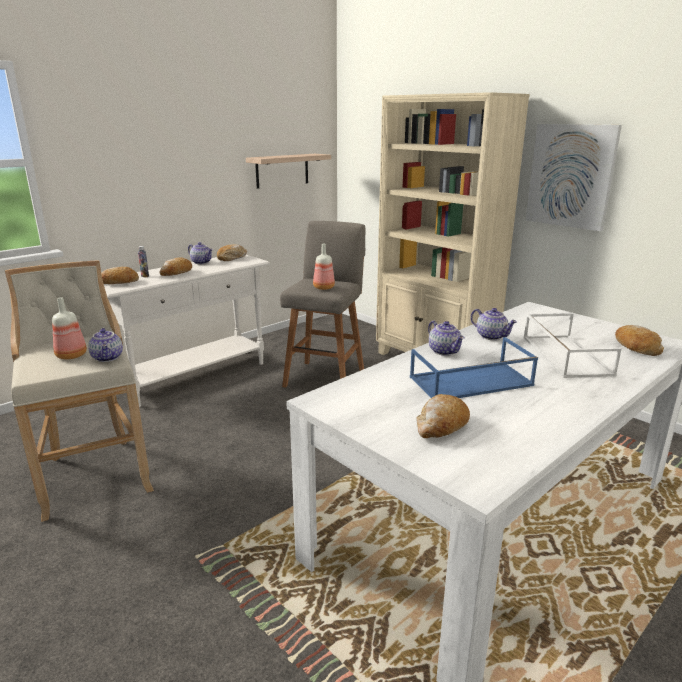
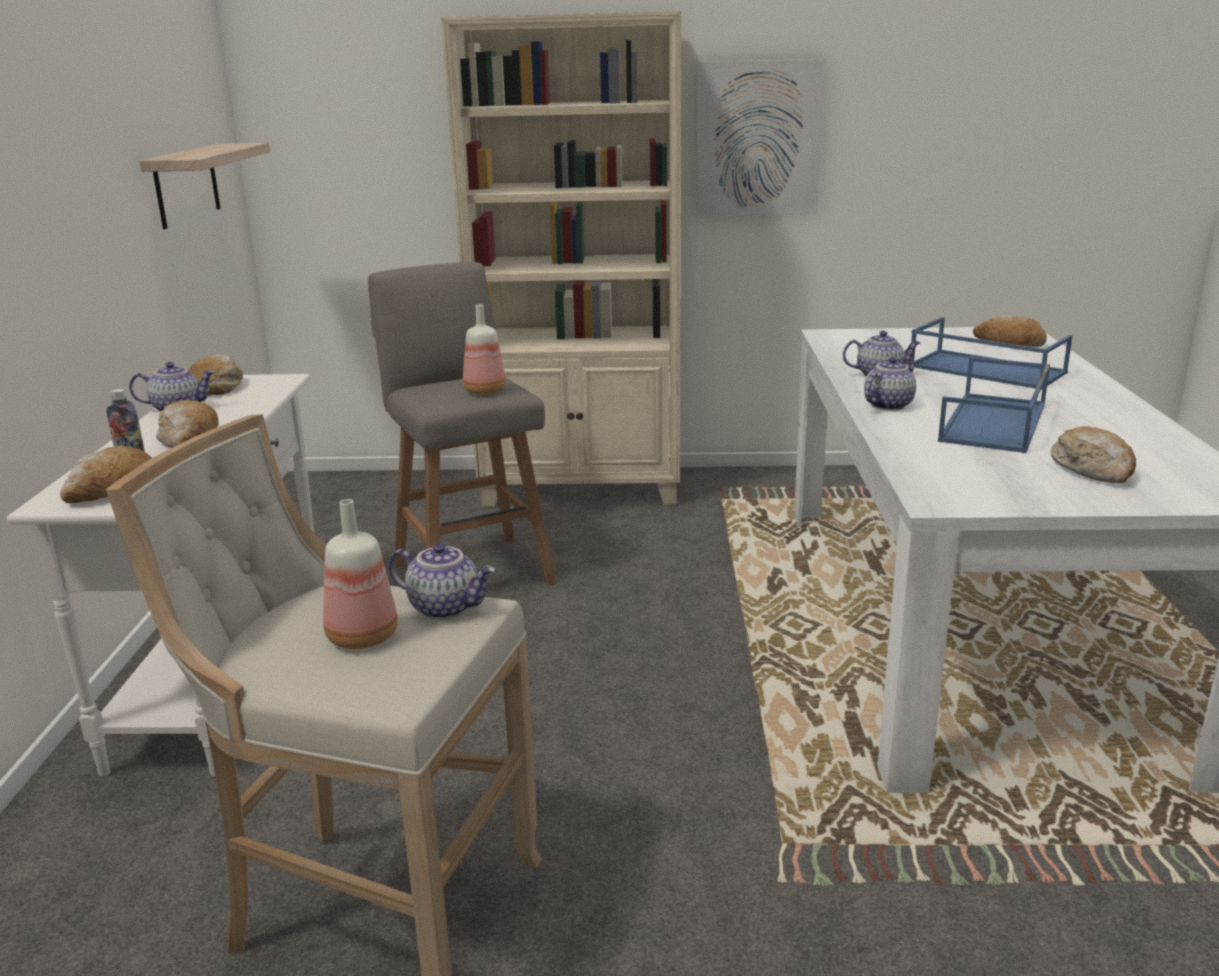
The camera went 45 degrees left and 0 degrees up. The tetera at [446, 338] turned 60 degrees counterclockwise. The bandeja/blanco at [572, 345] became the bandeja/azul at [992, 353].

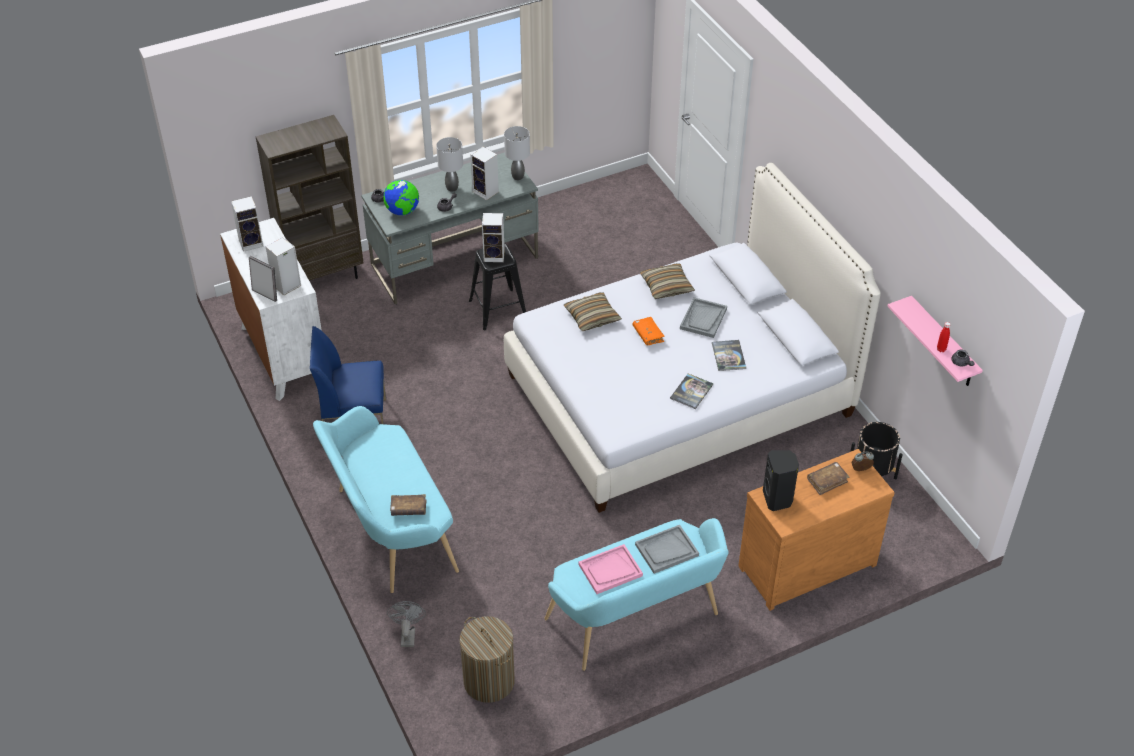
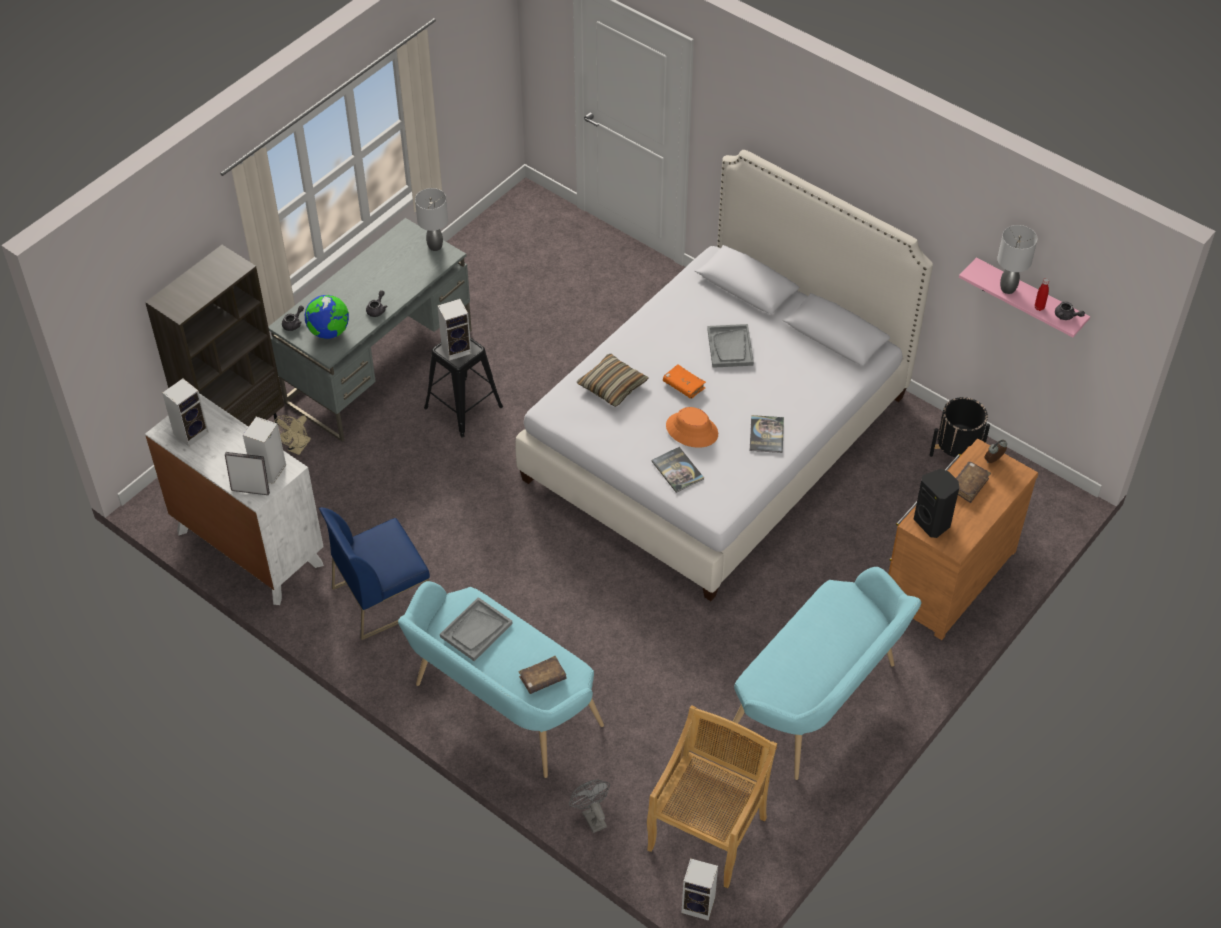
The camera went 25 degrees left and 5 degrees up. The ventilador/beis at [292, 435] appeared. The bandeja/gris moved from [667, 549] to [476, 629]. The cesto de la ropa at [487, 659] was replaced by the silla/beis at [712, 796]. The libro moved from [729, 355] to [677, 470]. The sombrero/naranja at [692, 427] appeared. The altavoz moved from [485, 173] to [699, 889]. The lámpara de mesa/gris moved from [449, 164] to [1017, 259]. The bandeja/rosa at [611, 569] disappeared. The cojín at [667, 281] disappeared.

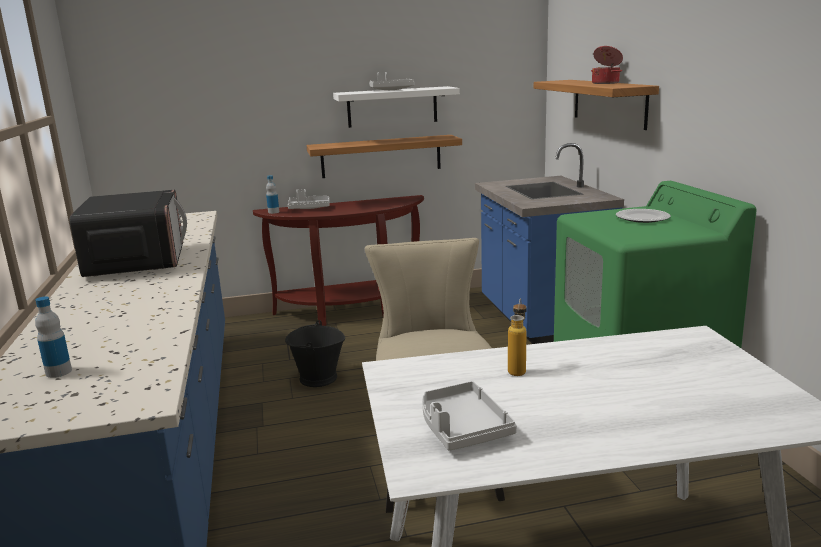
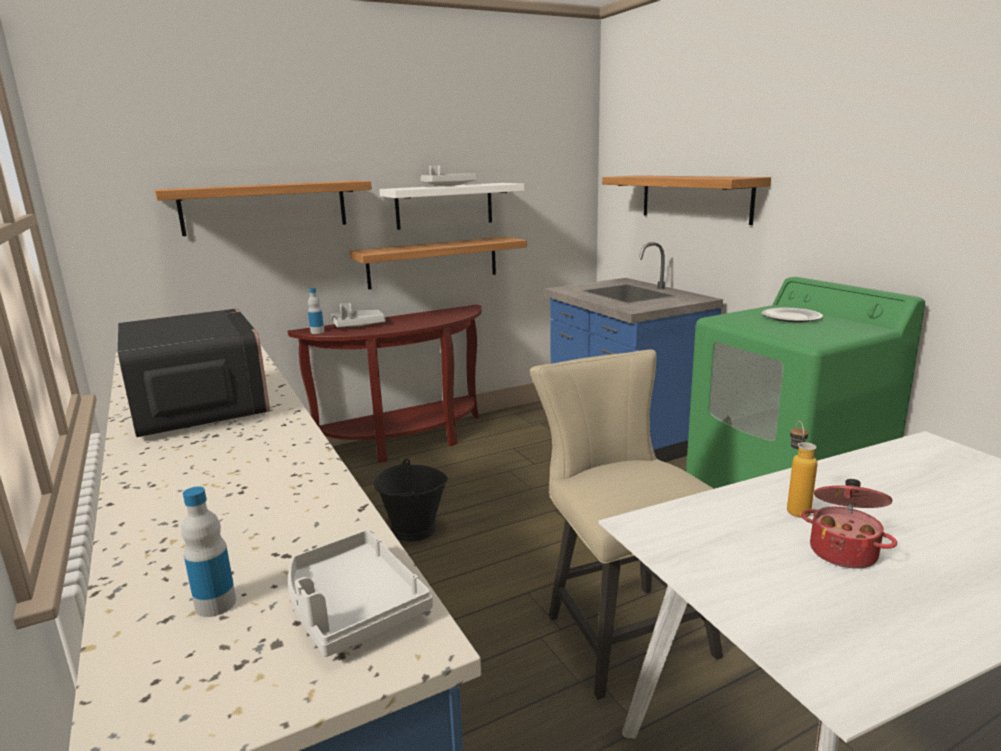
The camera went 15 degrees left and 0 degrees up. The estante at [263, 208] appeared. The bandeja/gris moved from [469, 416] to [360, 593]. The olla moved from [607, 65] to [849, 524].

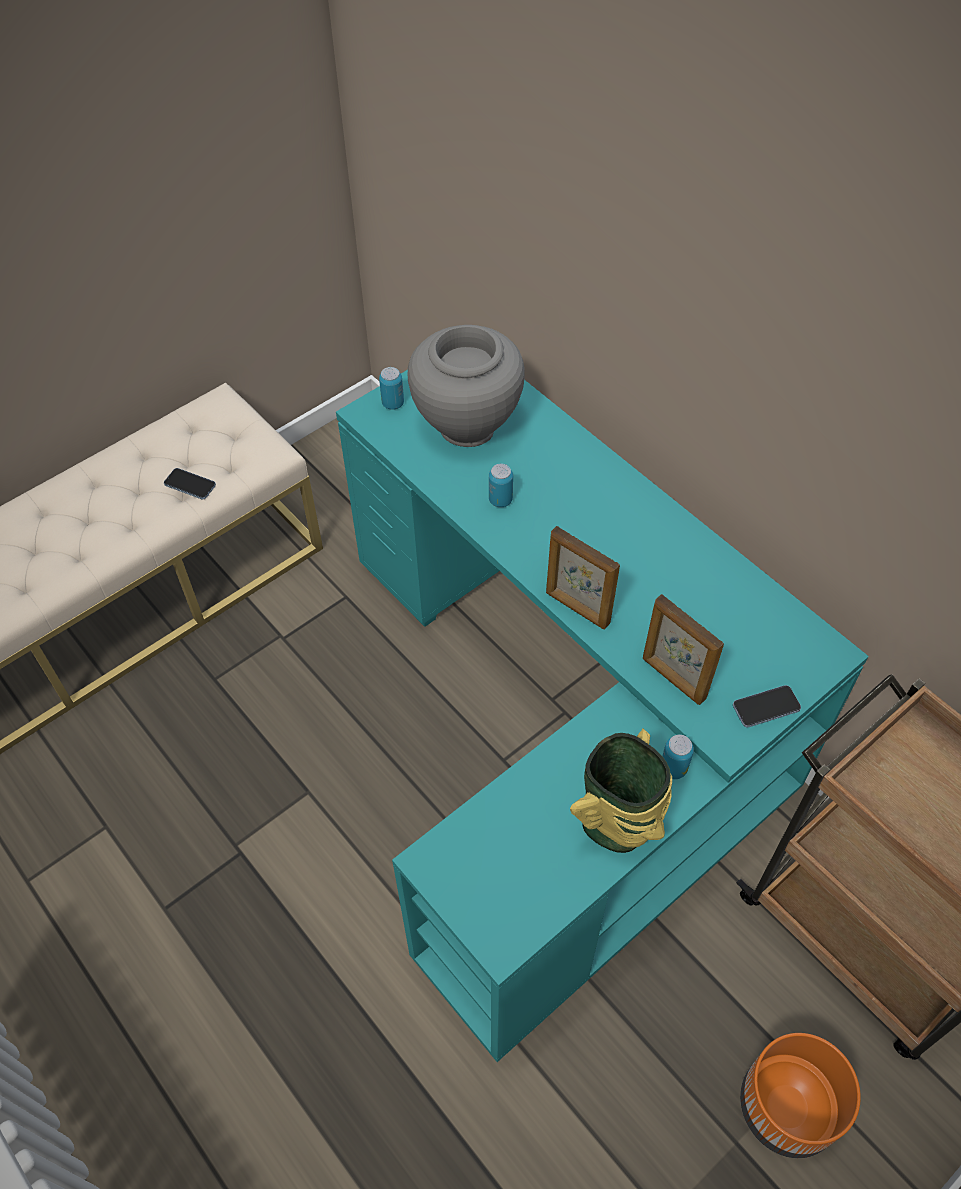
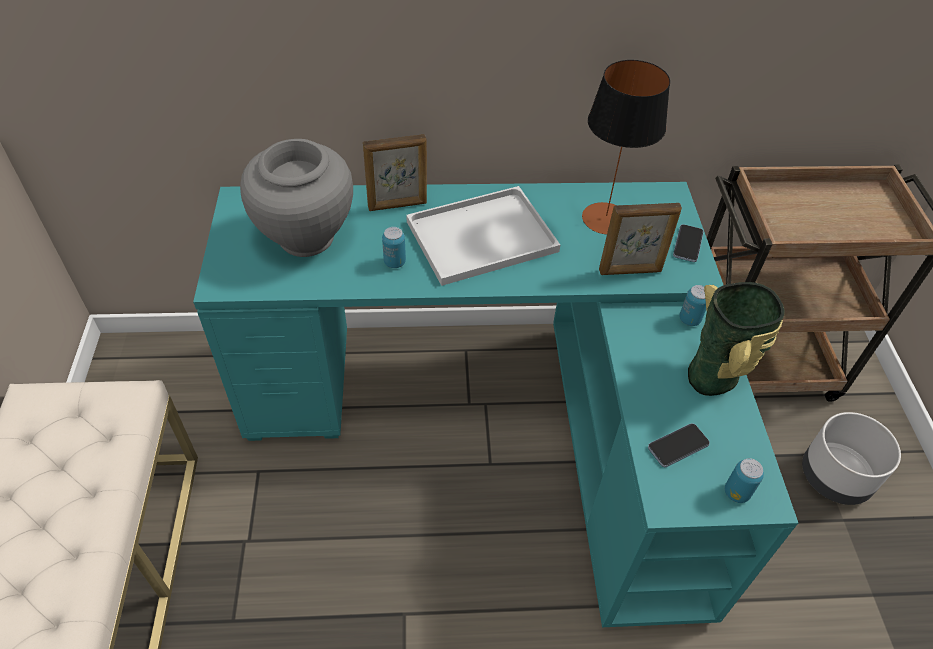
The camera went 55 degrees left and 5 degrees down. The portarretratos moved from [583, 577] to [395, 172]. The bandeja/blanco at [483, 236] appeared. The lámpara de mesa at [626, 147] appeared. The móvil moved from [190, 484] to [679, 445]. The lata moved from [391, 388] to [744, 480]. The maceta/naranja at [800, 1095] became the maceta/gris at [851, 458].

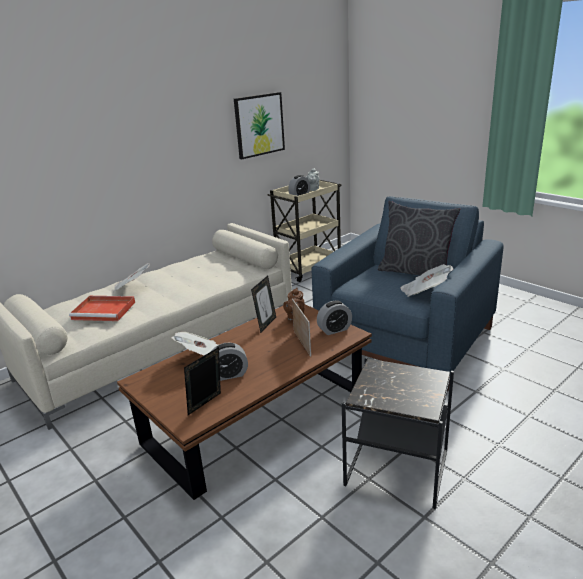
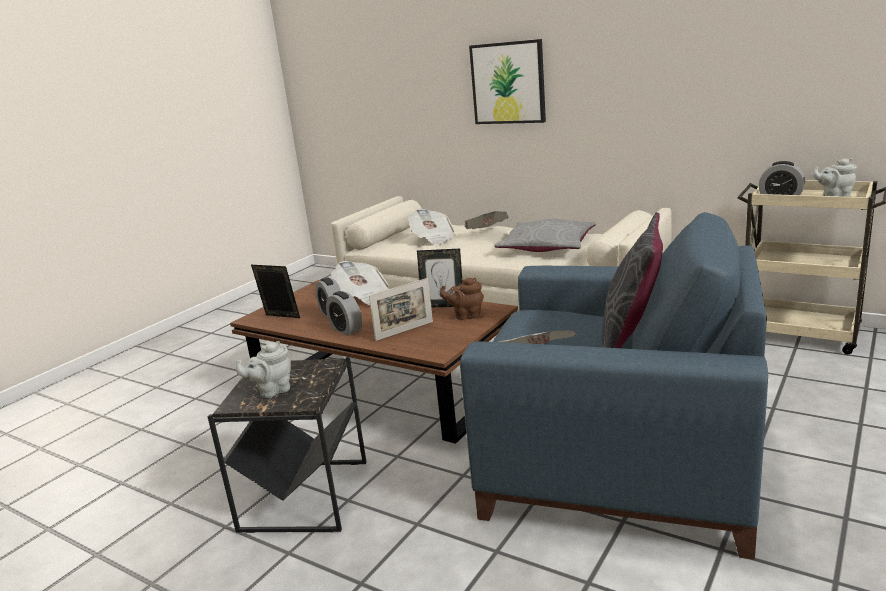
The camera went 75 degrees right and 5 degrees down. The tetera/gris at [263, 369] appeared. The despertador moved from [334, 318] to [344, 313]. The bandeja/rojo at [102, 308] was replaced by the periódico at [432, 227]. The cuadro moved from [259, 125] to [507, 81]. The cojín/gris at [545, 235] appeared.

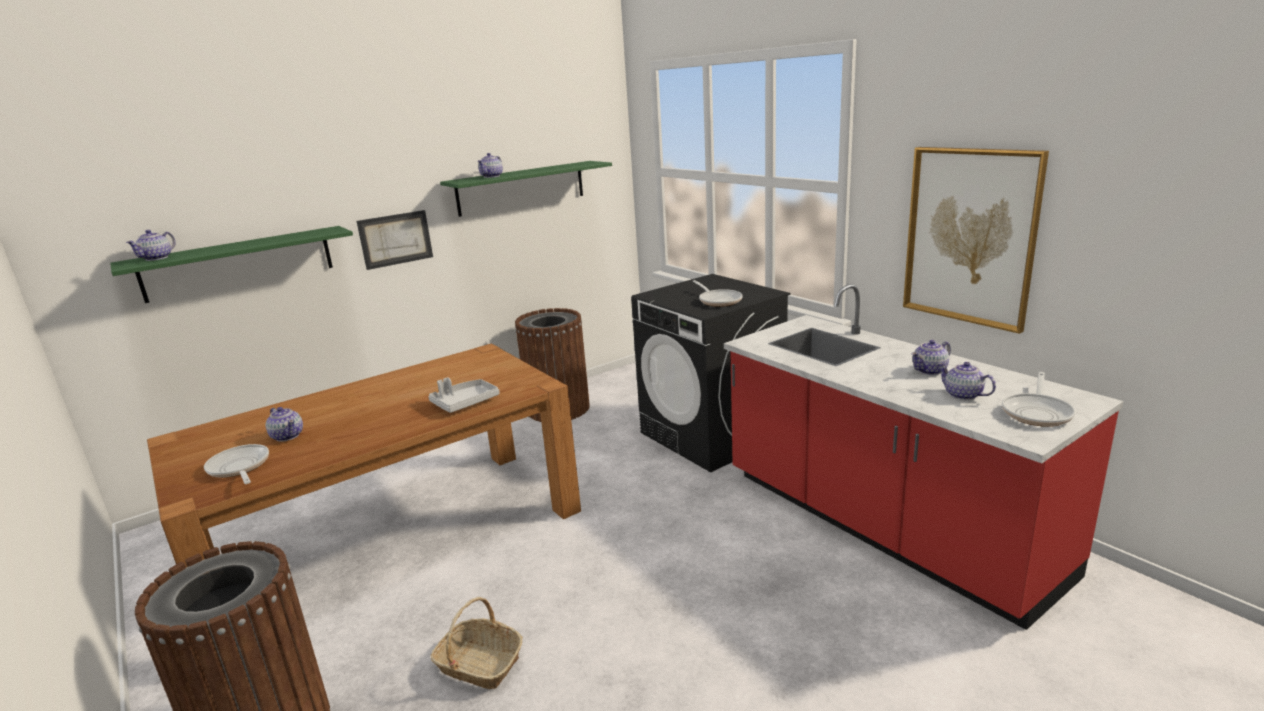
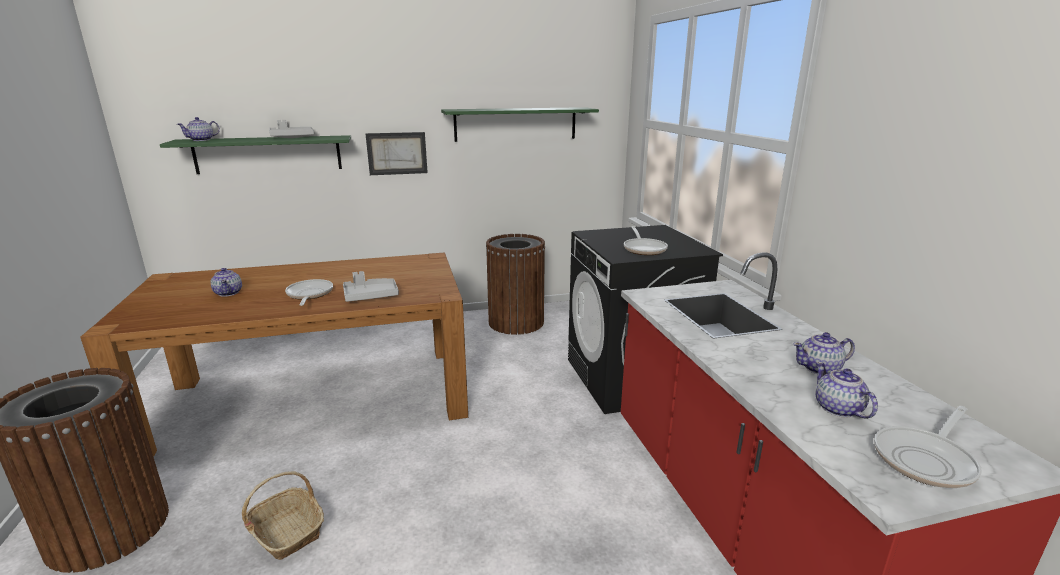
The camera went 20 degrees right and 0 degrees up. The bandeja/gris at [291, 129] appeared. The sartén moved from [236, 464] to [309, 292]. The tetera at [490, 165] disappeared. The cuadro at [976, 240] disappeared.

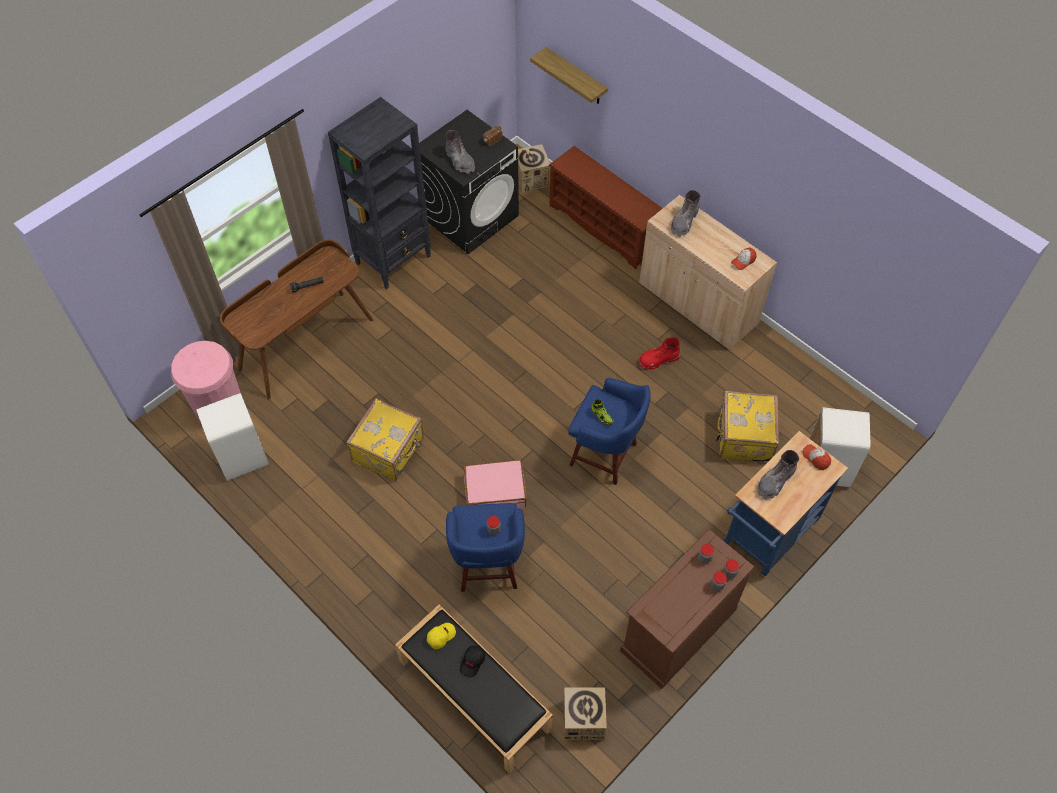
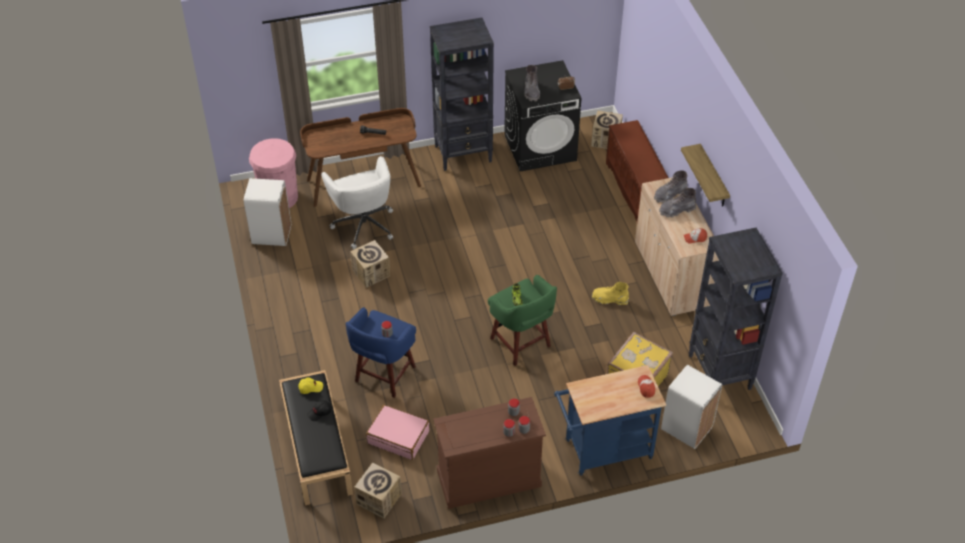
The camera went 30 degrees right and 10 degrees down. The silla de oficina/blanco at [357, 202] appeared. The maleta/amarillo at [385, 440] was replaced by the caja de cartón at [370, 264]. The maleta/rosa moved from [495, 484] to [397, 432]. The taburete/azul at [609, 431] became the taburete/verde at [522, 320]. The bota/rojo at [659, 353] became the bota/amarillo at [610, 294]. The bota/gris moved from [778, 474] to [677, 203]. The estante moved from [569, 75] to [705, 175]. The estantería/negro at [736, 309] appeared.

